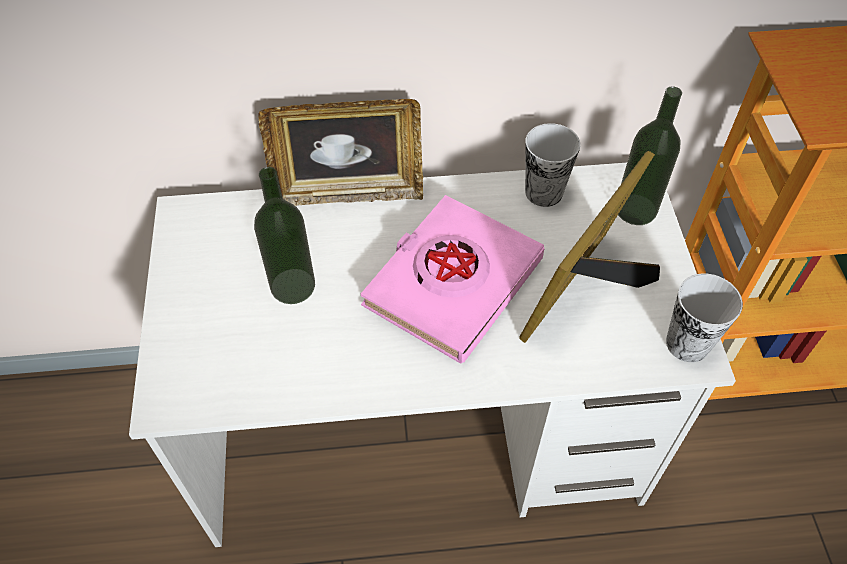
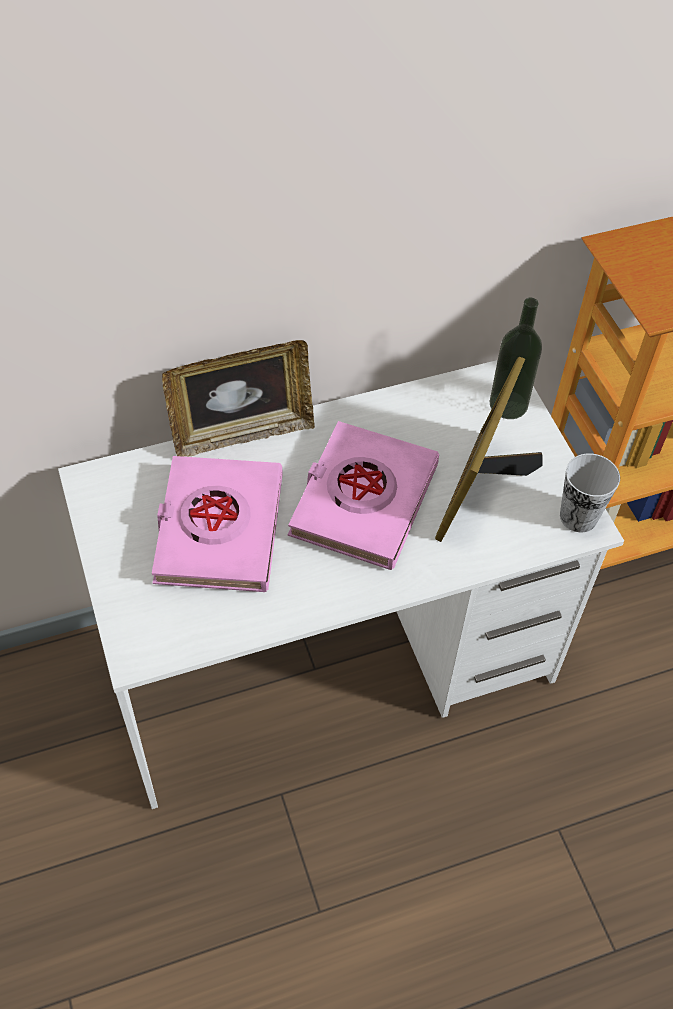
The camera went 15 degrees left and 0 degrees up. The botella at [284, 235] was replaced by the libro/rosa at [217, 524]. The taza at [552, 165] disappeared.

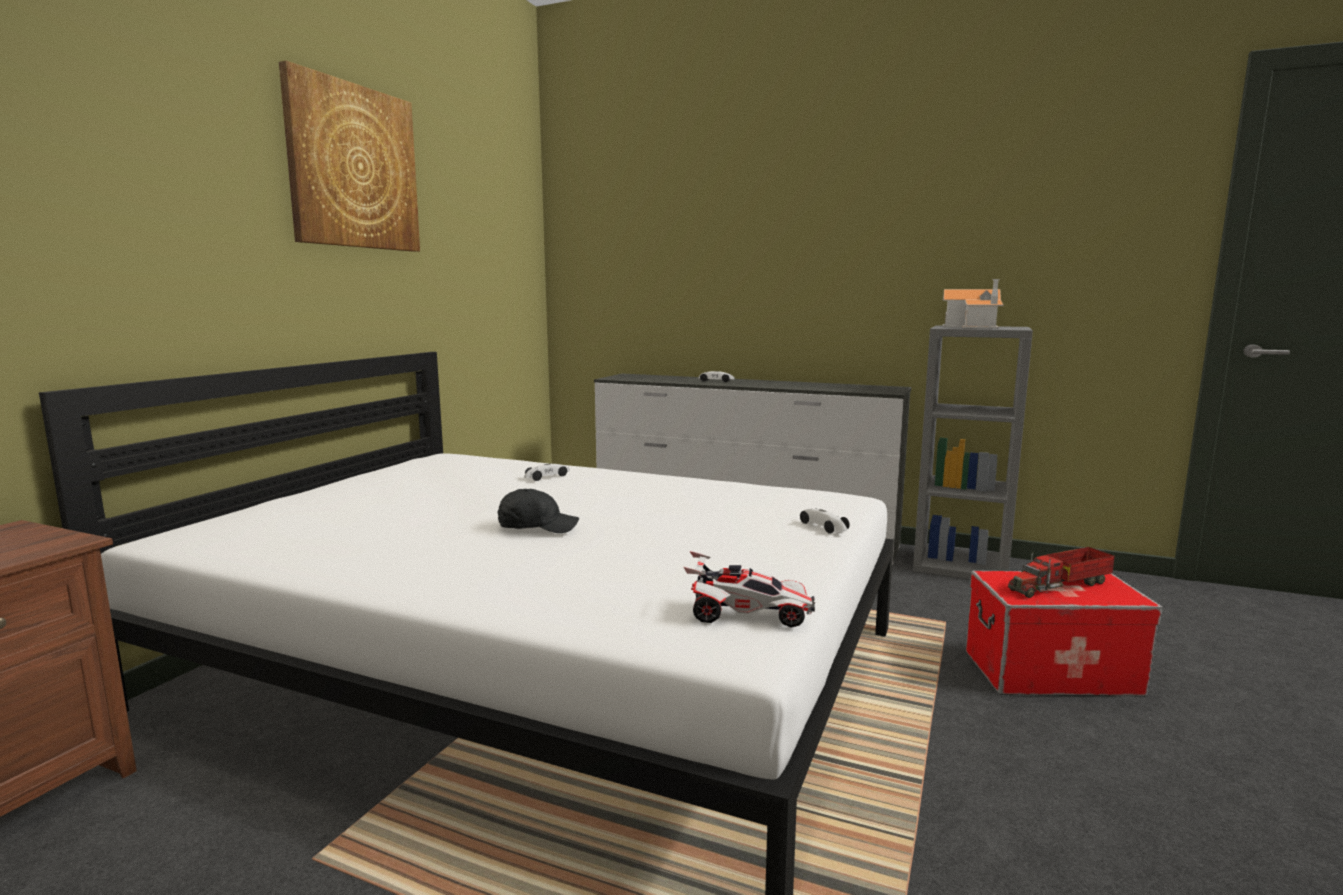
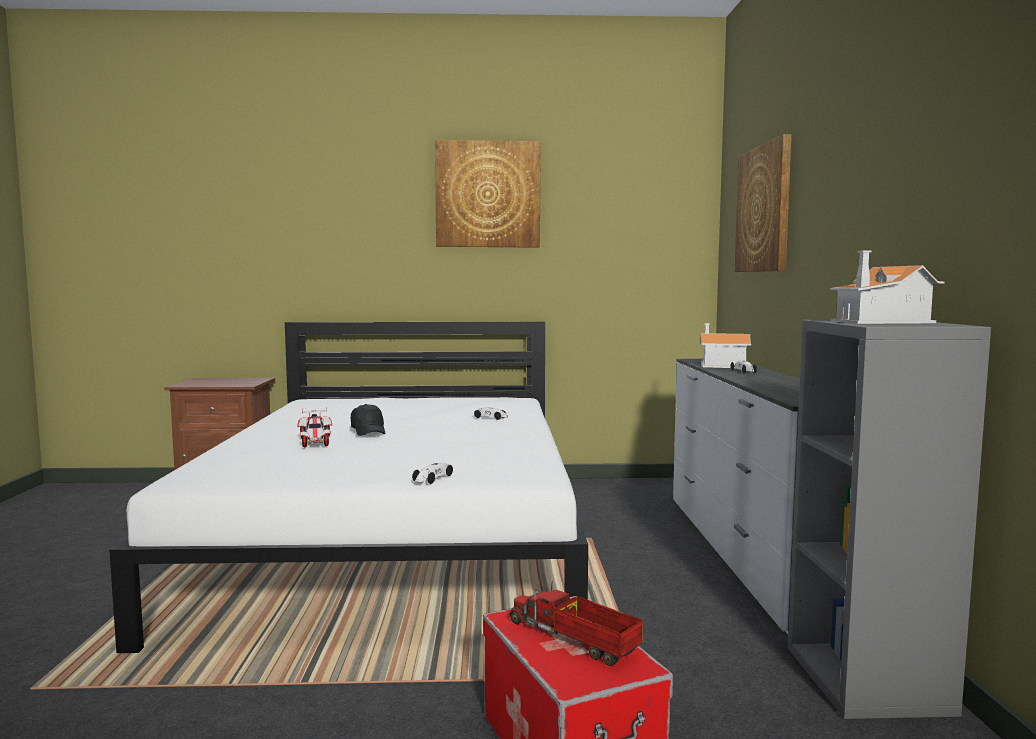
The camera went 65 degrees right and 5 degrees down. The coche de juguete moved from [749, 589] to [314, 427]. The casita at [725, 345] appeared. The cuadro at [763, 203] appeared.

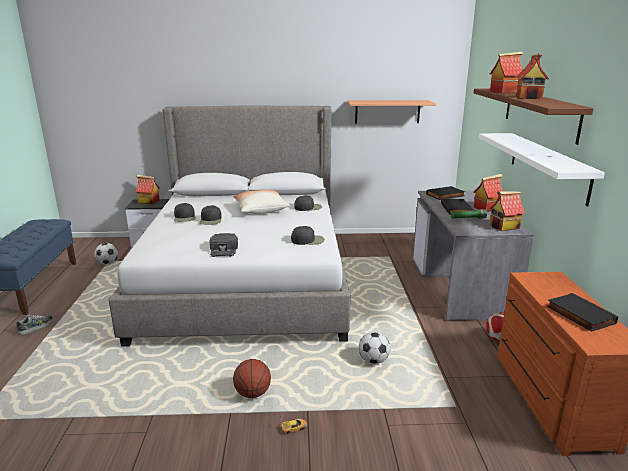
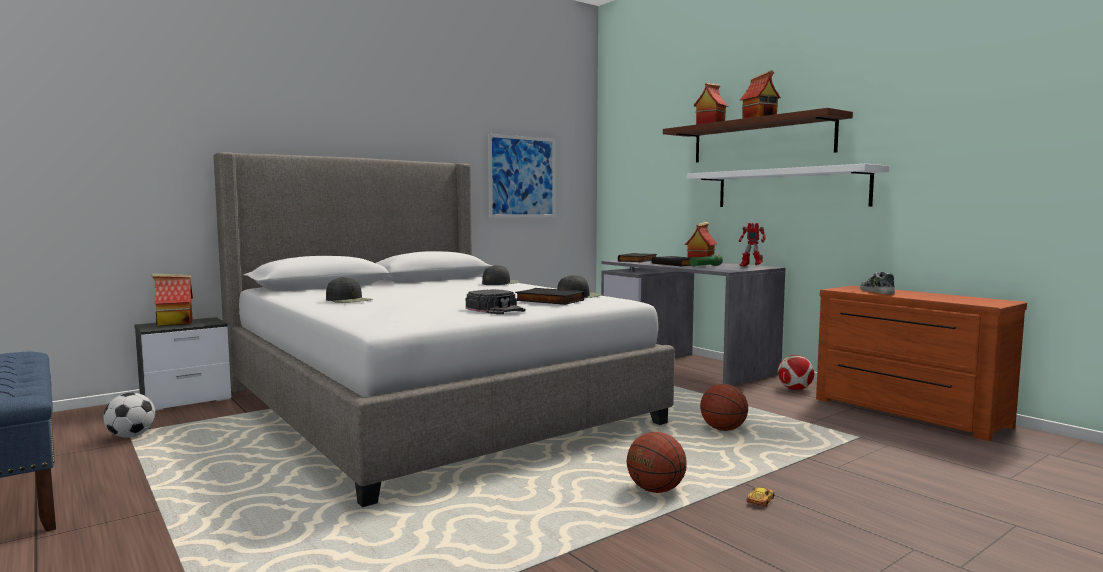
The camera went 35 degrees left and 15 degrees down. The estante at [391, 112] was replaced by the cuadro at [521, 176]. The libro/negro moved from [582, 312] to [549, 296]. The balón de fútbol at [374, 348] was replaced by the balón de baloncesto at [724, 407]. The casita at [507, 211] was replaced by the robot de juguete at [752, 245]. The zapato moved from [35, 325] to [877, 283]. The gorra/negro at [210, 215] disappeared. The cojín at [261, 202] disappeared.

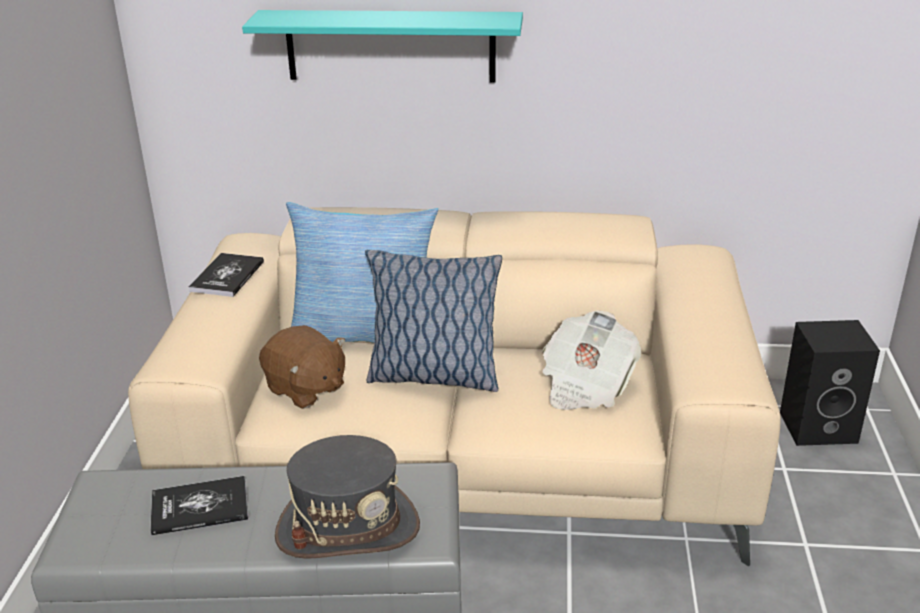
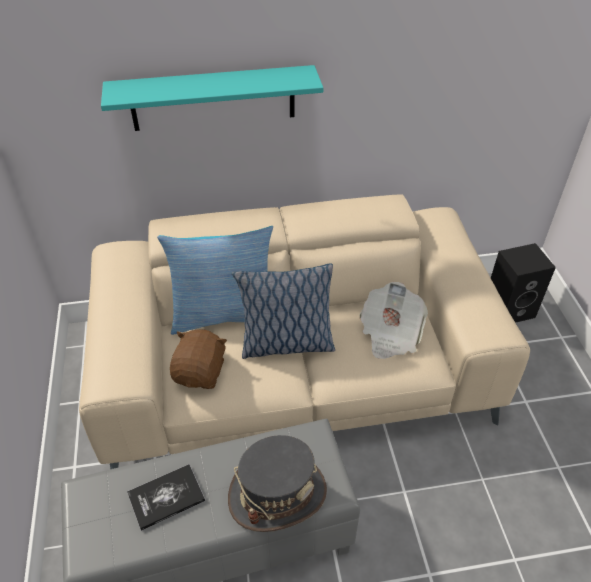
The camera went 15 degrees left and 15 degrees up. The peluche/marrón at [302, 367] turned 105 degrees counterclockwise. The libro at [226, 275] disappeared.

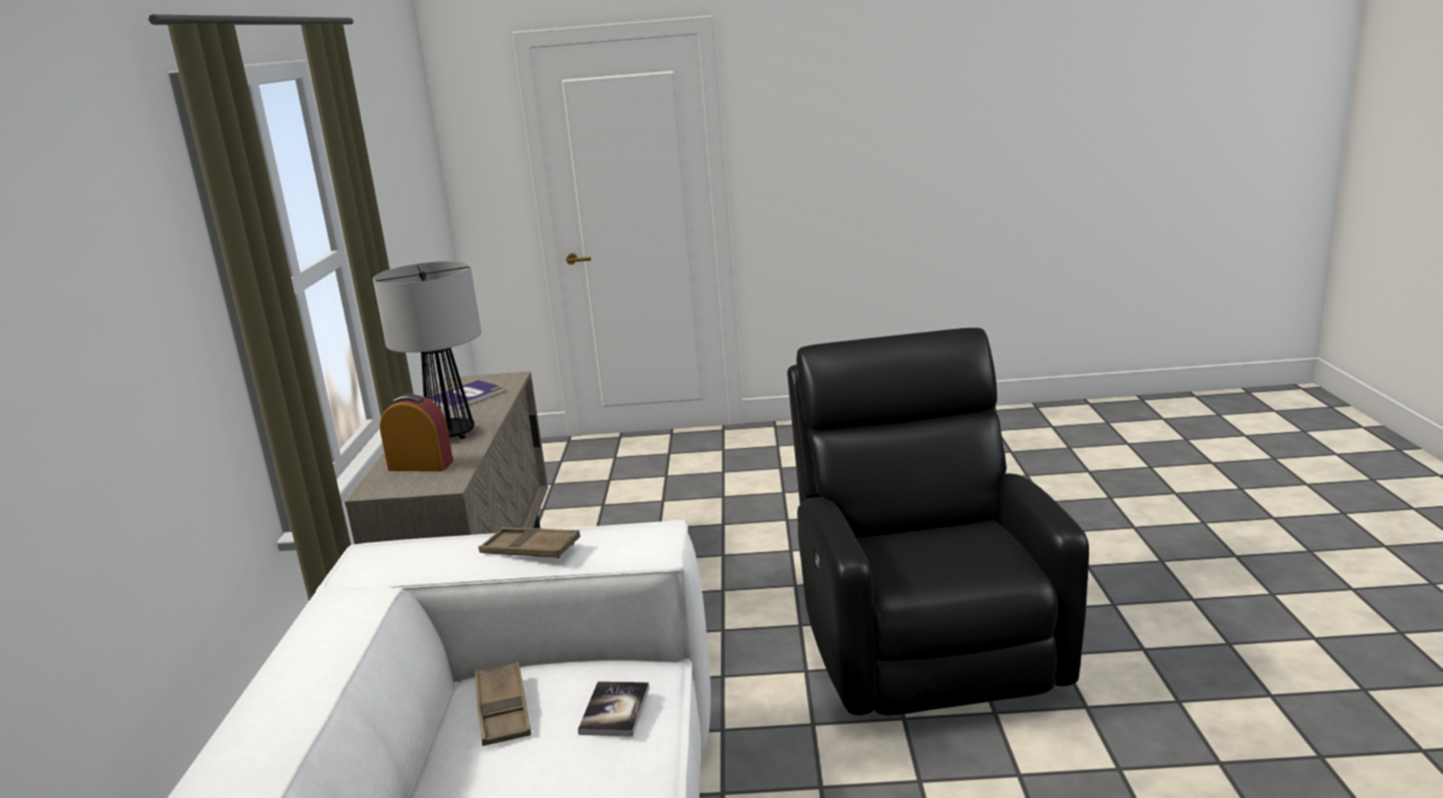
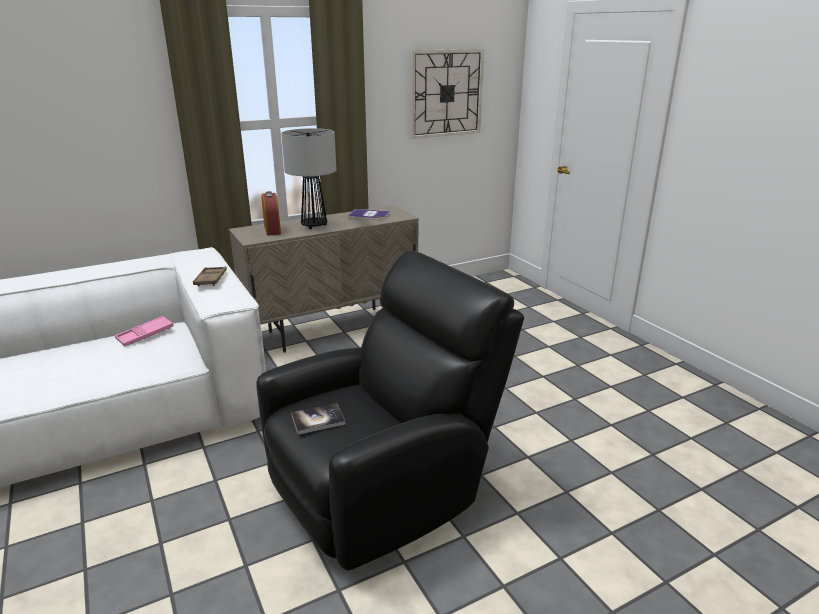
The camera went 60 degrees right and 5 degrees up. The bandeja/marrón at [502, 704] became the bandeja/rosa at [144, 331]. The libro moved from [613, 709] to [318, 419]. The reloj de pared at [447, 94] appeared.

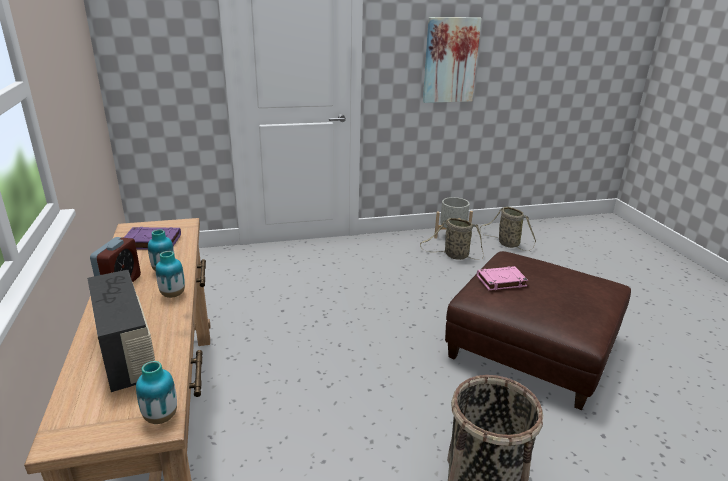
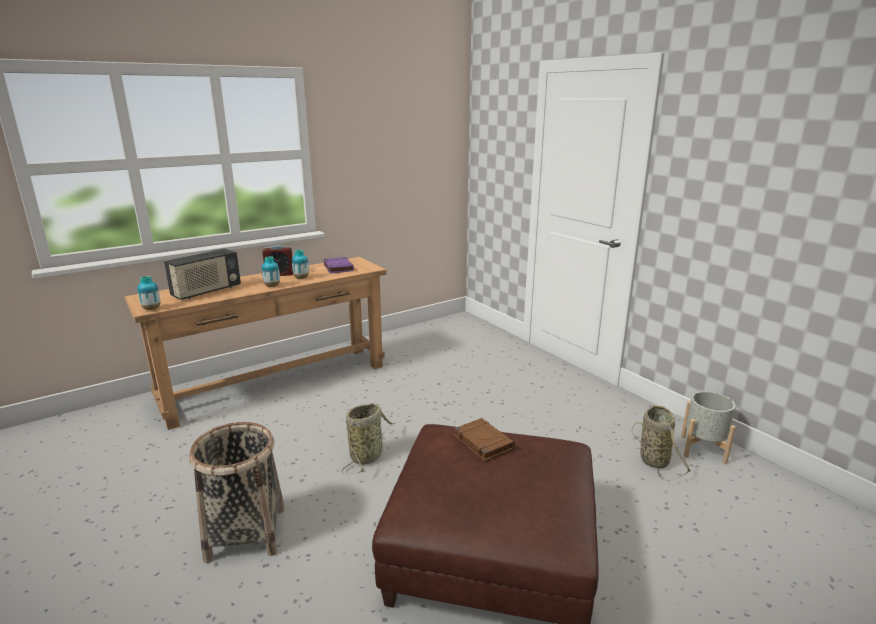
The camera went 70 degrees right and 5 degrees down. The cesta moved from [508, 229] to [369, 438]. The libro/rosa at [502, 278] became the libro/marrón at [484, 439]. The cuadro at [452, 60] disappeared.

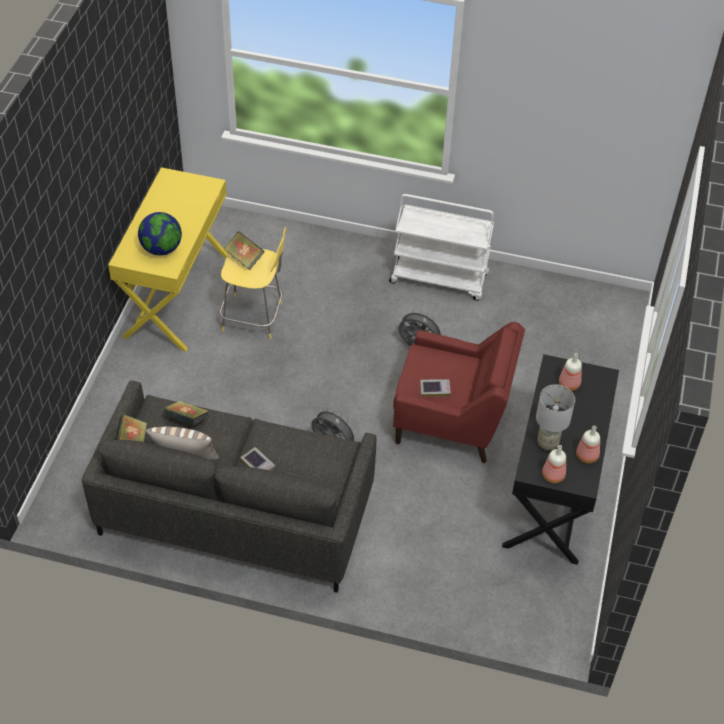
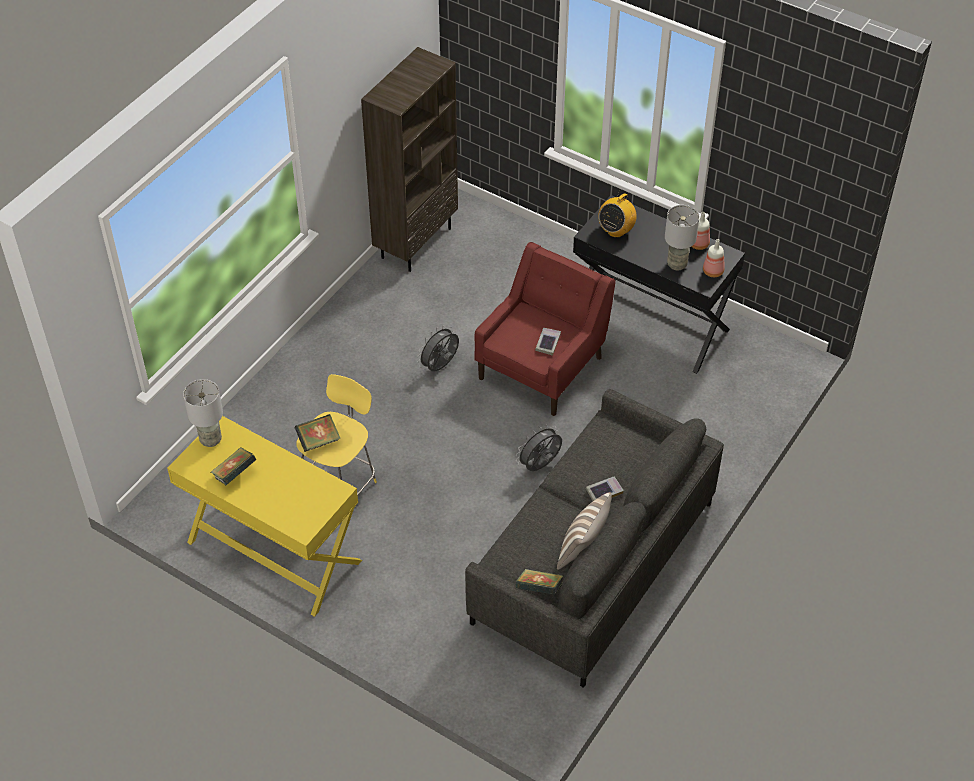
The camera went 70 degrees left and 0 degrees up. The lámpara de mesa/gris at [203, 413] appeared. The libro moved from [186, 413] to [233, 466]. The estantería/marrón at [409, 159] appeared. The botella at [570, 372] was replaced by the radio at [617, 215]. The globo terráqueo at [160, 234] disappeared. The carrito/blanco at [441, 247] disappeared.

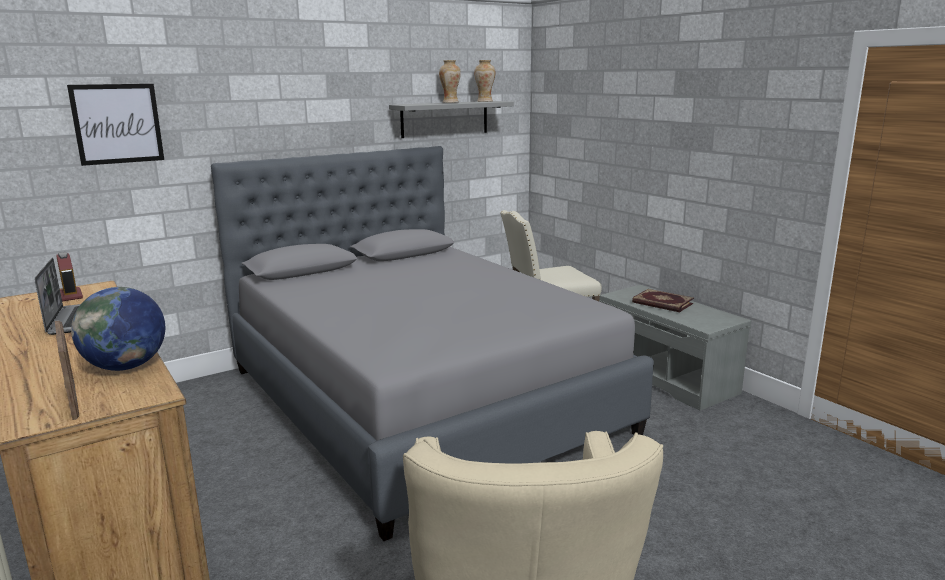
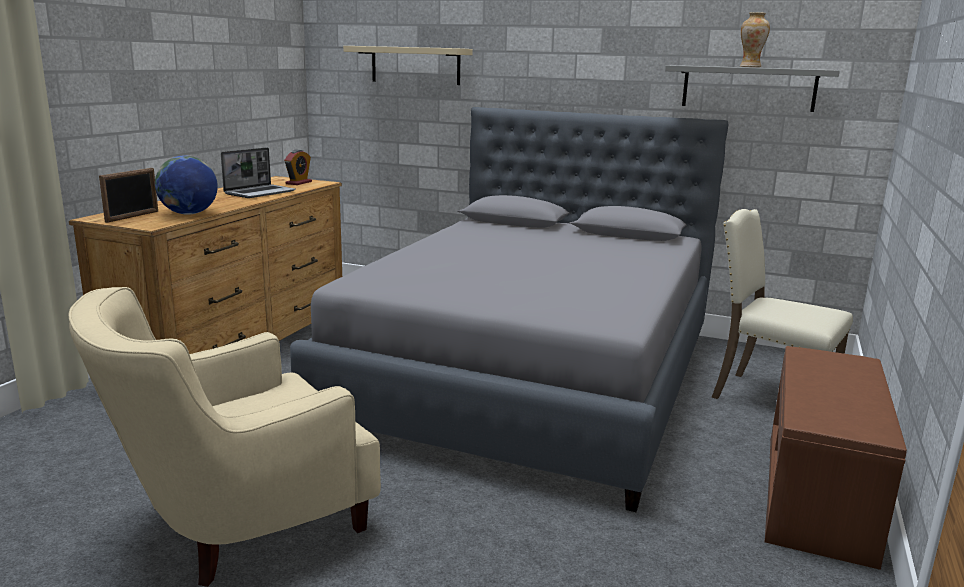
The camera went 55 degrees right and 0 degrees up. The cuadro at [115, 125] was replaced by the estante/beis at [408, 65]. The banco/gris at [675, 348] became the banco/marrón at [836, 458]. The florero at [484, 81] disappeared. The libro at [663, 300] disappeared.

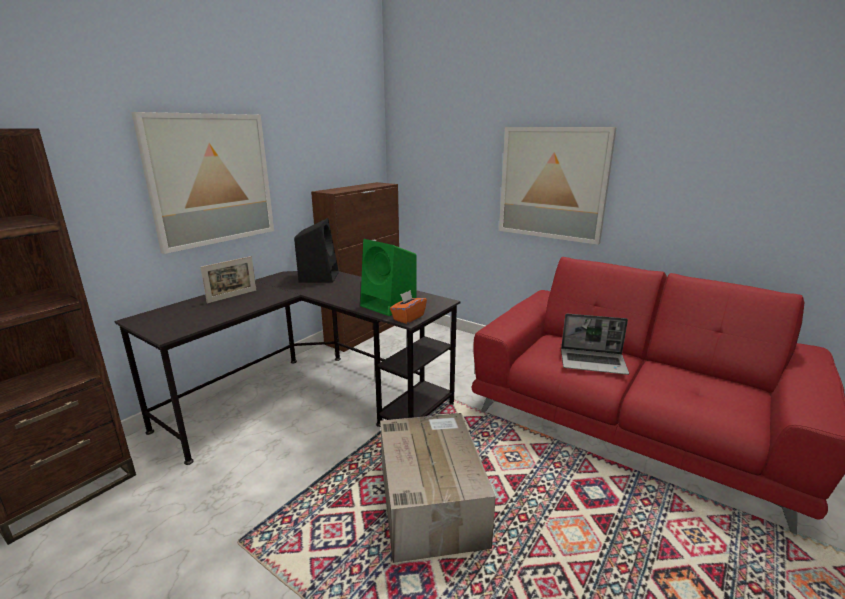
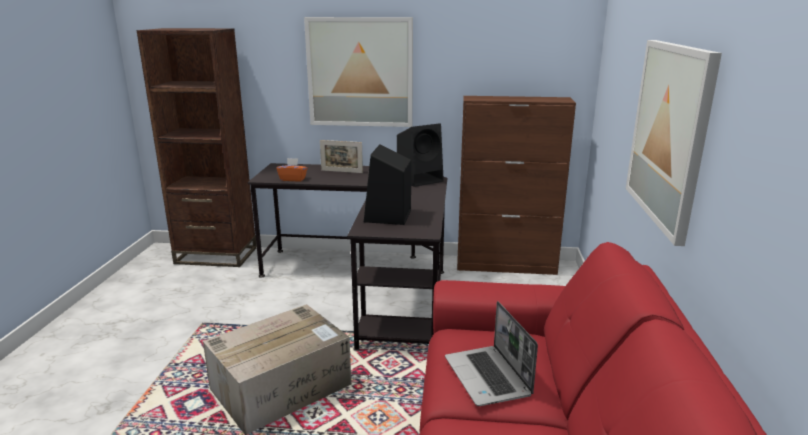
The camera went 60 degrees right and 0 degrees up. The caja de pañuelos/naranja moved from [408, 307] to [291, 170]. The altavoz/verde at [388, 277] became the altavoz/negro at [387, 185].

